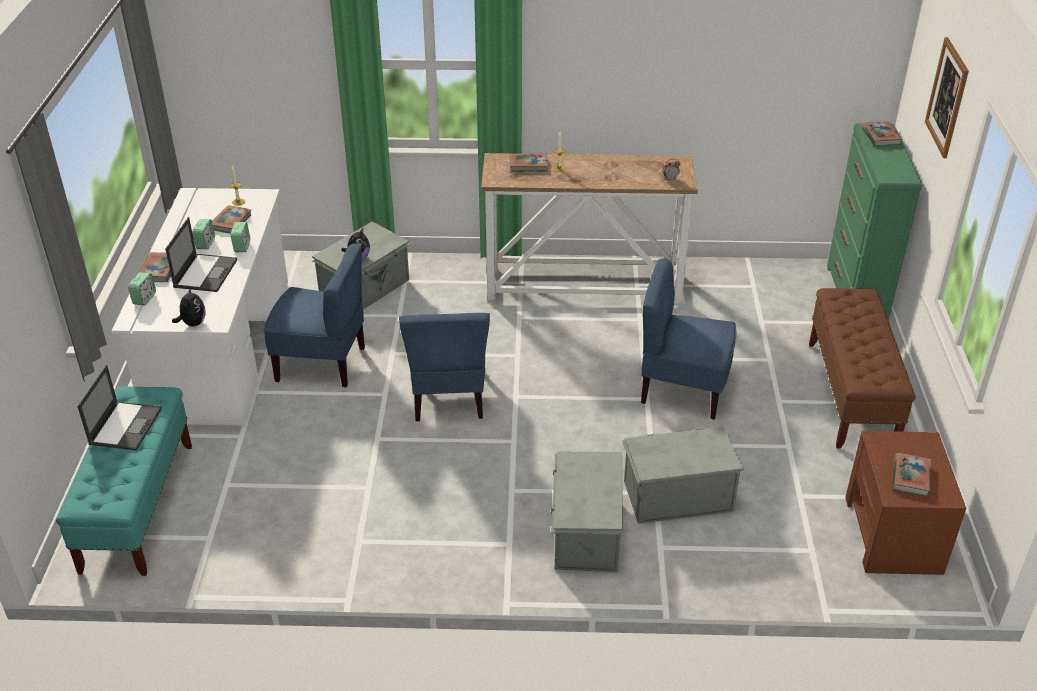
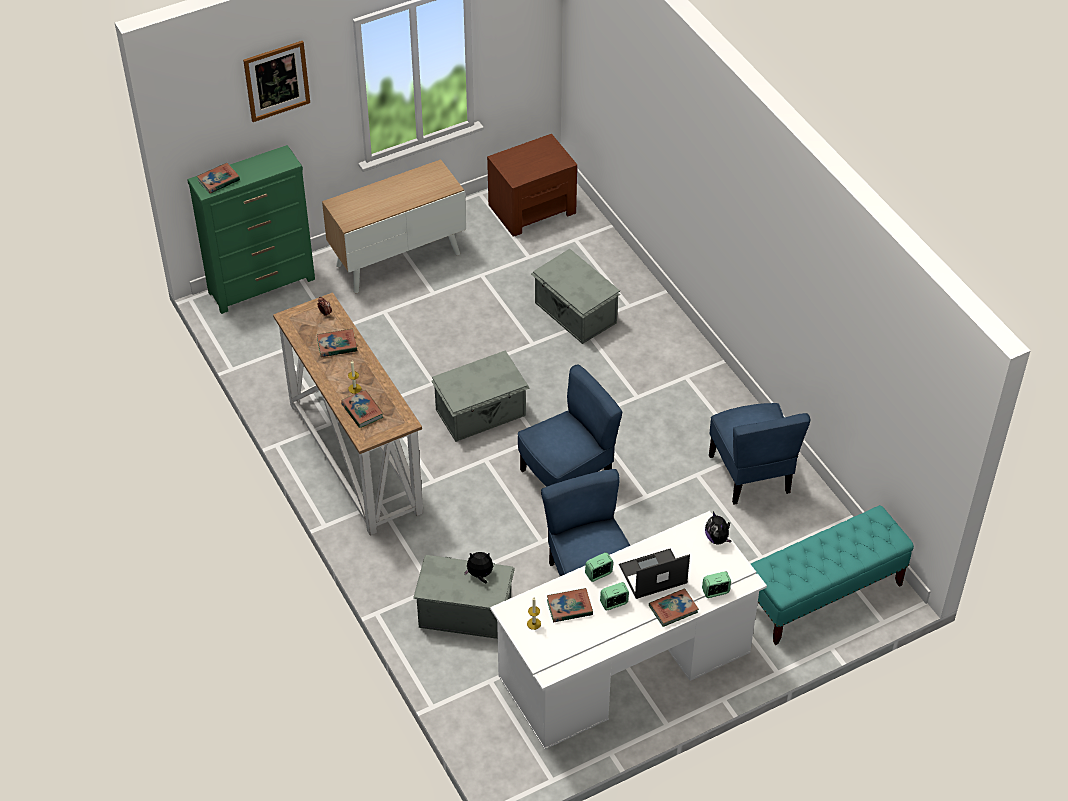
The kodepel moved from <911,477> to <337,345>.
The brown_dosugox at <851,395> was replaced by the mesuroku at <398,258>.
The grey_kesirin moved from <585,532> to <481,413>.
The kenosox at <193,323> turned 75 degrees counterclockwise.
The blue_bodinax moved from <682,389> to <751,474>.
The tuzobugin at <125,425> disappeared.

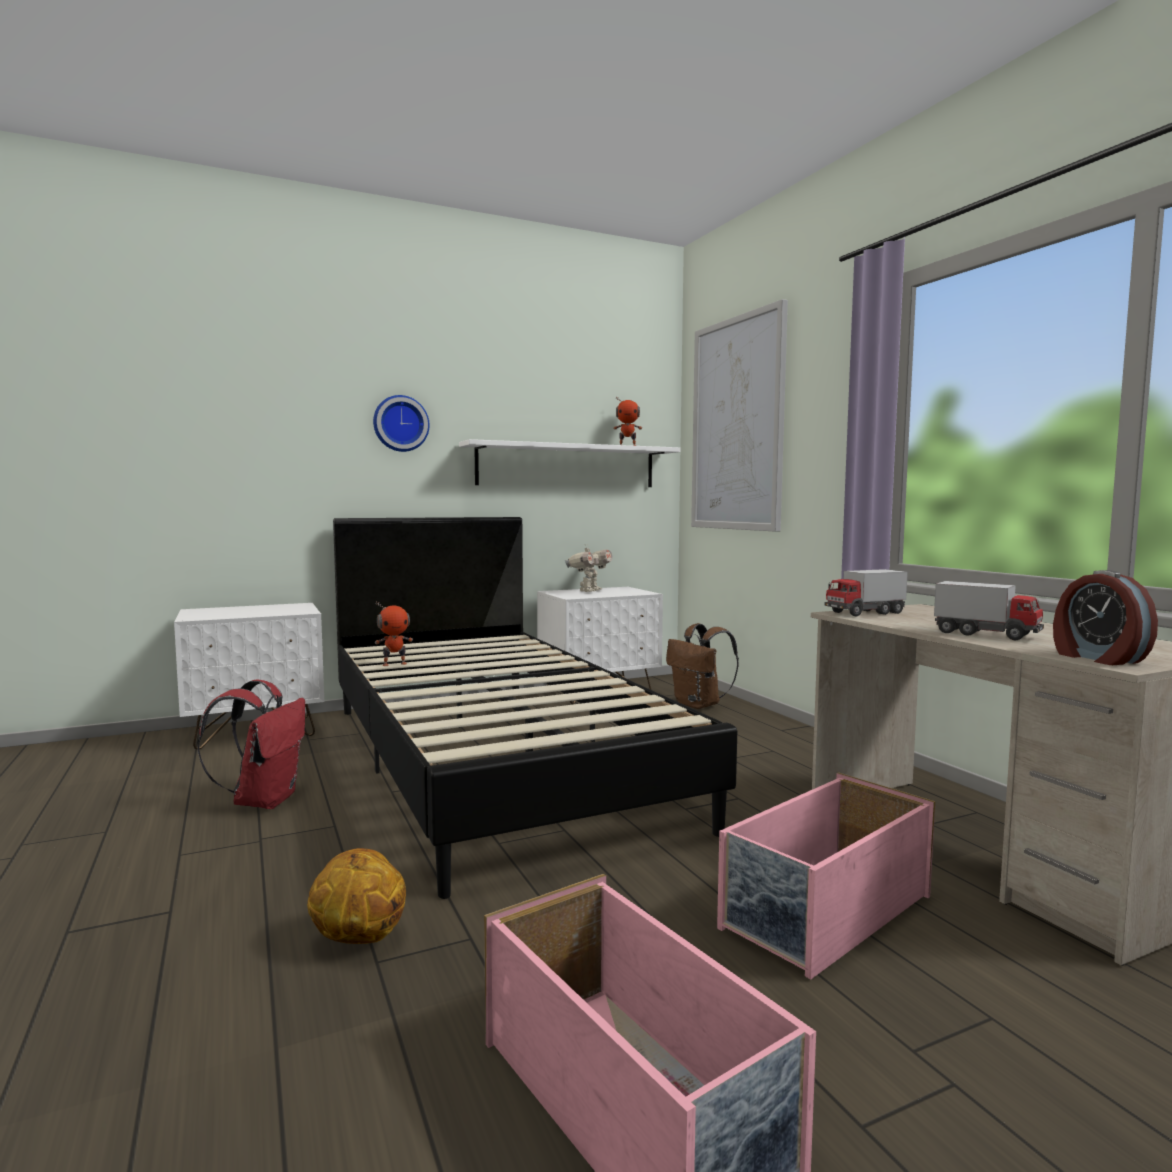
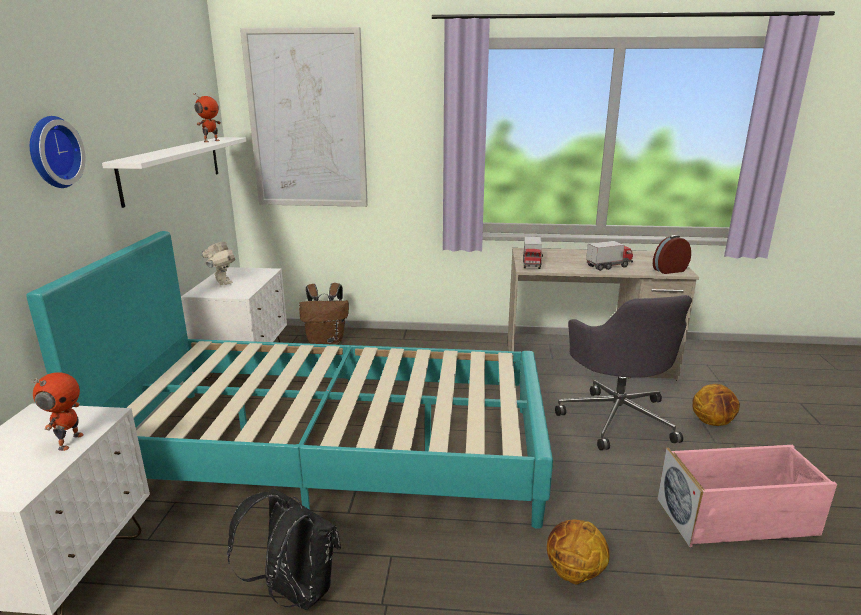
The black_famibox at <492,759> became the turquoise_famibox at <333,449>.
The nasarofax moved from <394,664> to <69,441>.
The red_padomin at <264,800> became the black_padomin at <294,592>.
The pink_kesirin at <825,913> was replaced by the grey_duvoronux at <617,417>.
The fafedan at <1097,658> turned 150 degrees clockwise.
The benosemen at <712,422> appeared.

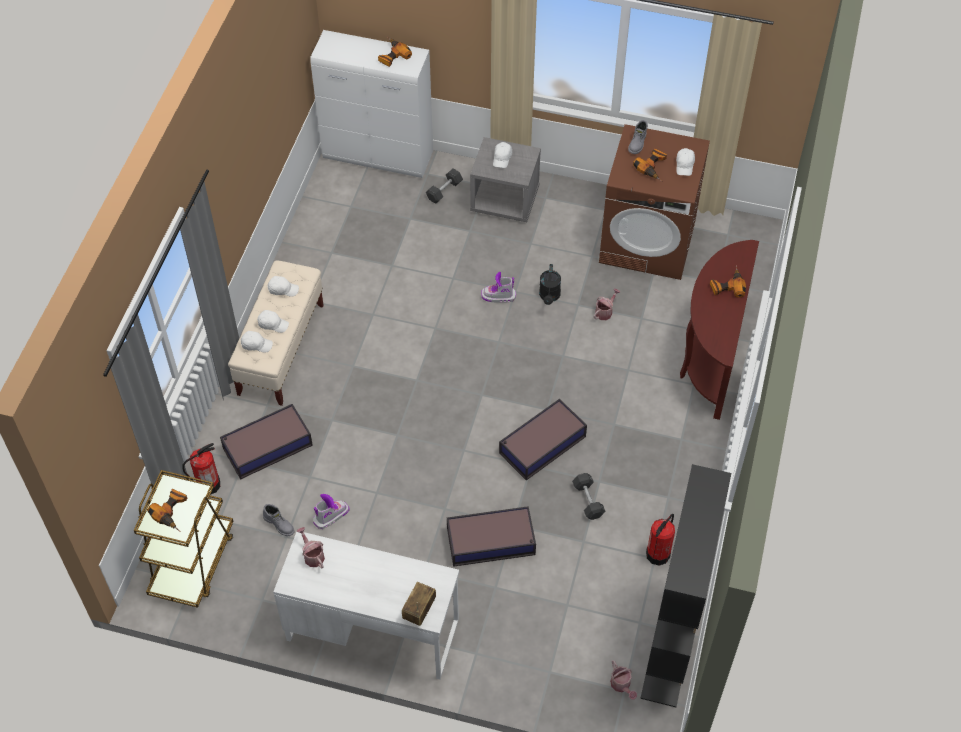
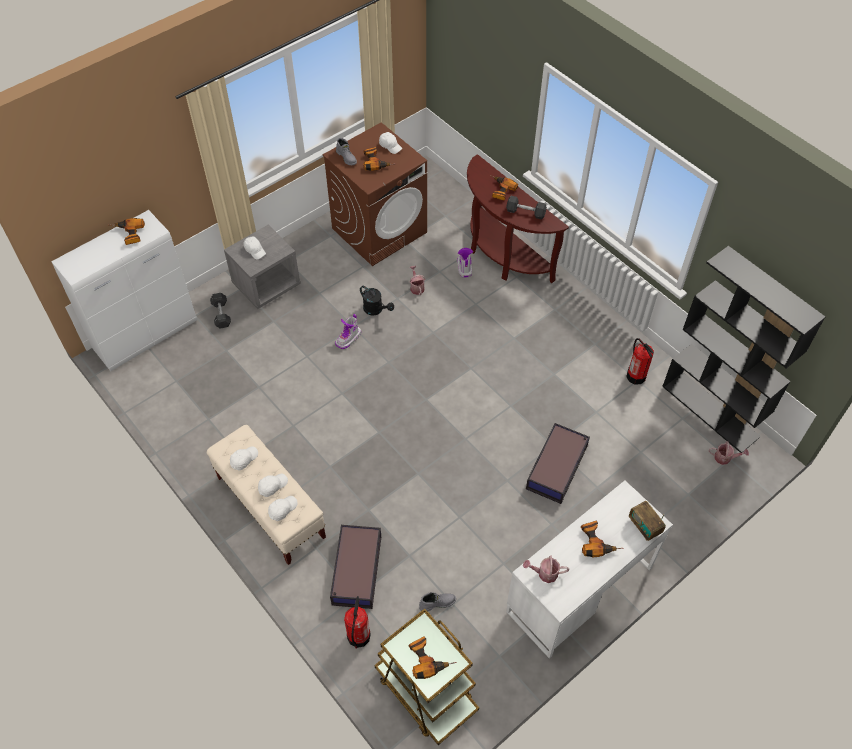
The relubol moved from <330,516> to <464,267>.
The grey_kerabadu moved from <588,500> to <525,212>.
The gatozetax at <597,541> appeared.
The kesirin at <541,445> disappeared.

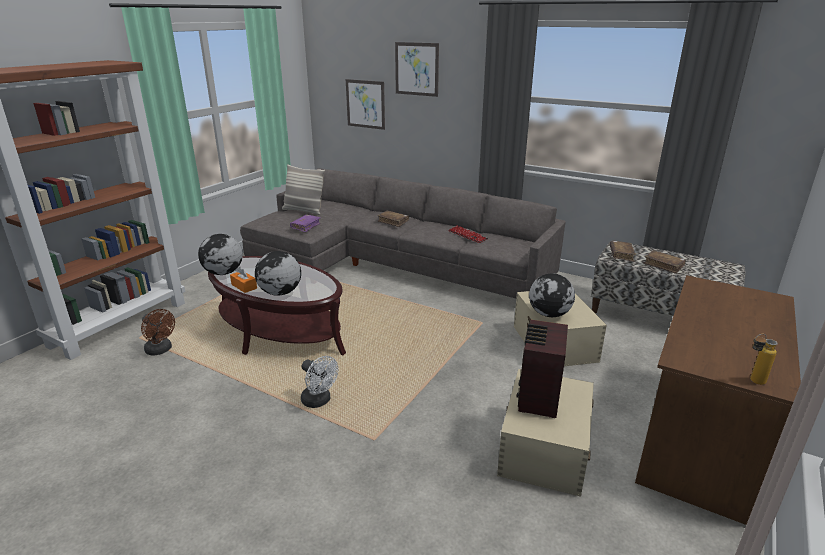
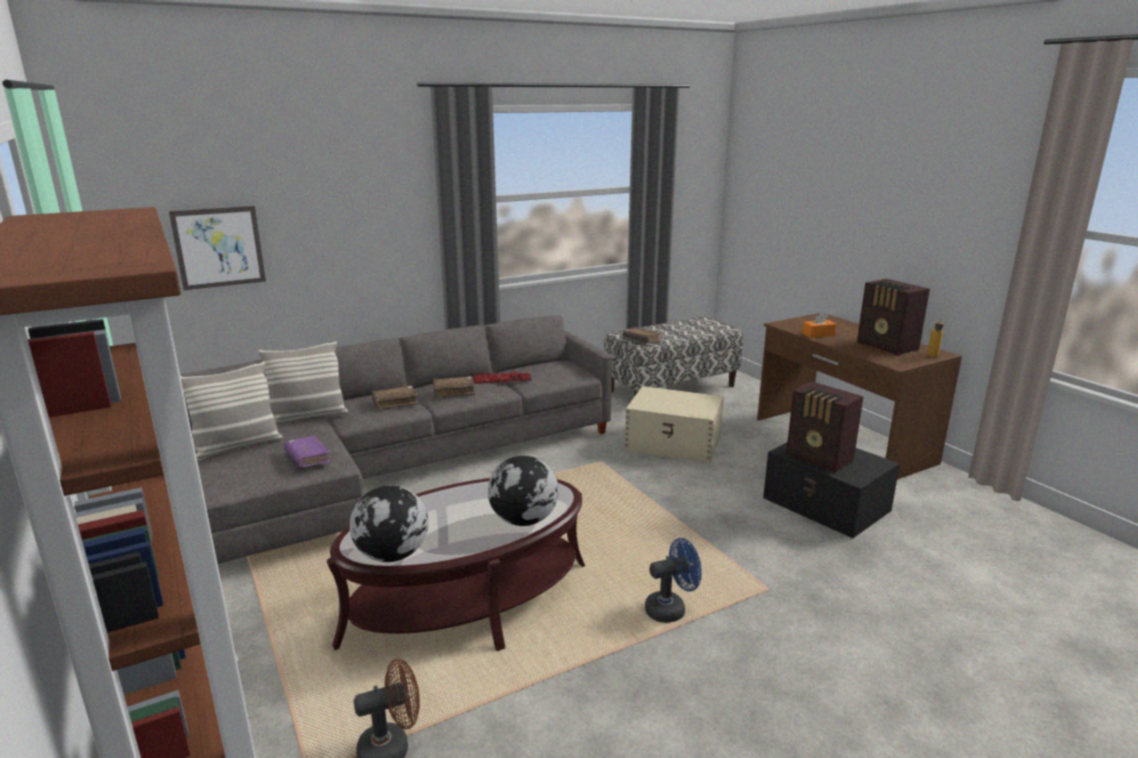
The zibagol at <308,417> appeared.
The brown_kodepel moved from <663,265> to <454,391>.
The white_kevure at <319,401> became the blue_kevure at <671,609>.
The beige_kesirin at <543,449> became the black_kesirin at <827,505>.
The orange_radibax moved from <244,286> to <818,334>.
The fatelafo at <887,347> appeared.
The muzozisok at <416,69> disappeared.
The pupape at <549,314> disappeared.

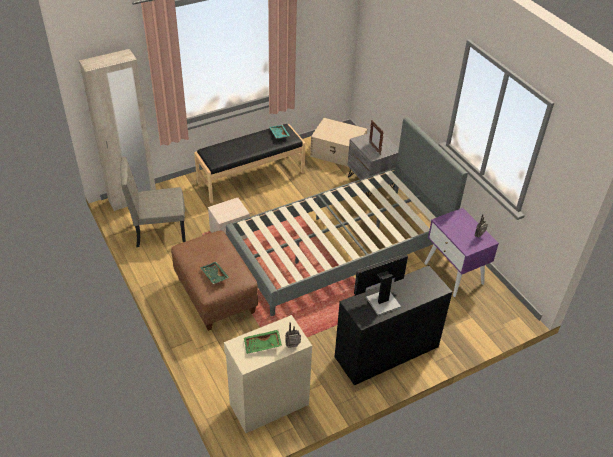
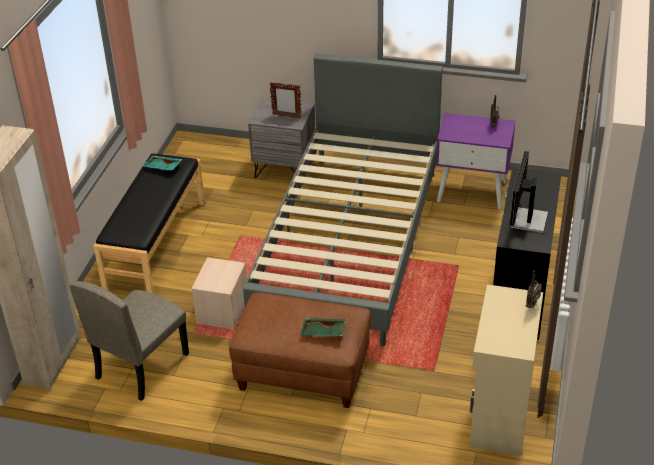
The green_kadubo at <262,345> disappeared.
The beige_kesirin at <338,152> disappeared.

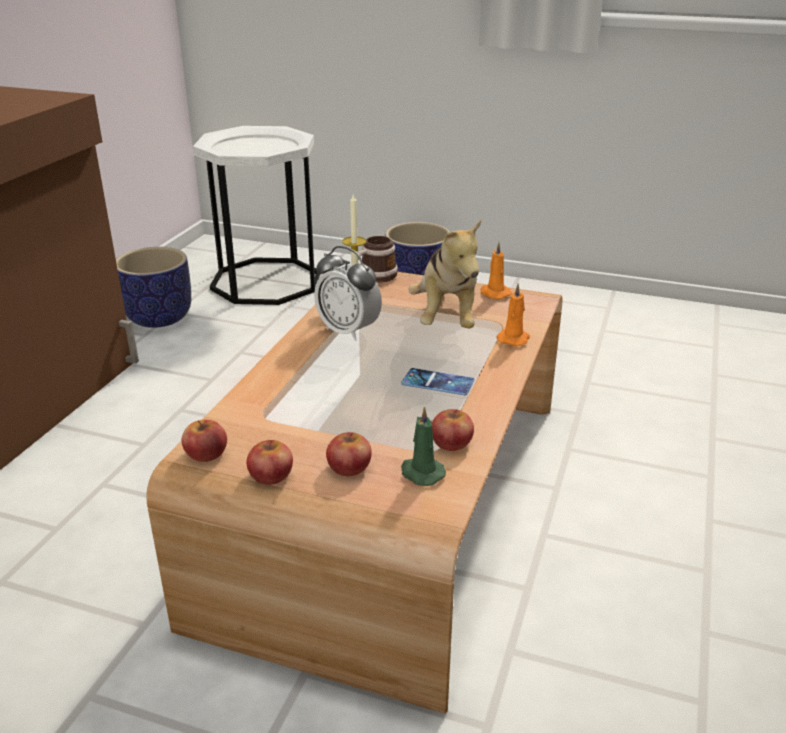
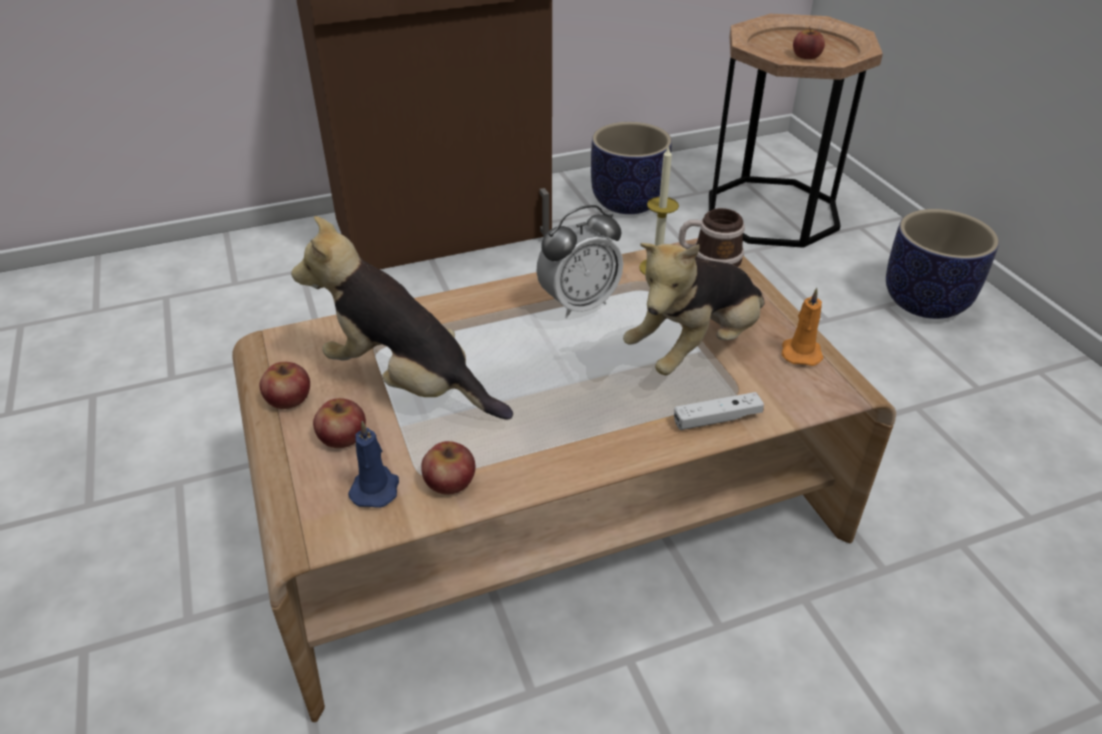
The kenosox at <408,383> appeared.
The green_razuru at <421,473> became the blue_razuru at <375,488>.
The fafedan at <348,331> turned 120 degrees counterclockwise.
The orange_razuru at <513,338> was replaced by the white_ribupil at <717,419>.
The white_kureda at <266,281> became the brown_kureda at <772,212>.
The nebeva moved from <206,453> to <806,55>.
The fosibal at <438,382> disappeared.

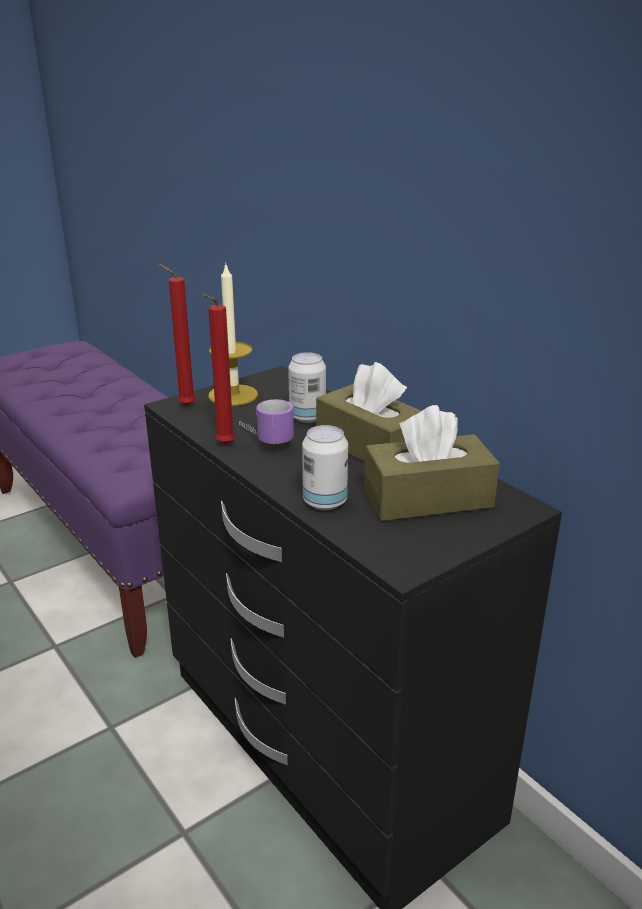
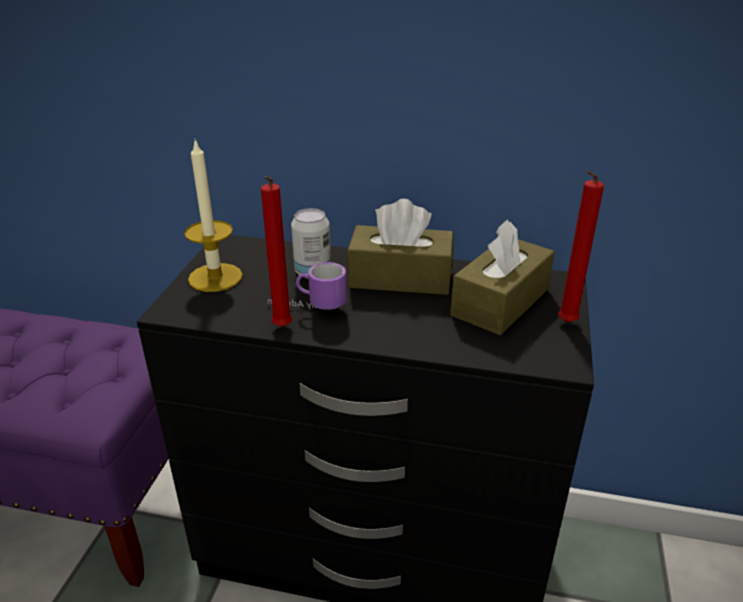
The red_razuru moved from <184,406> to <564,324>.
The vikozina at <325,502> disappeared.

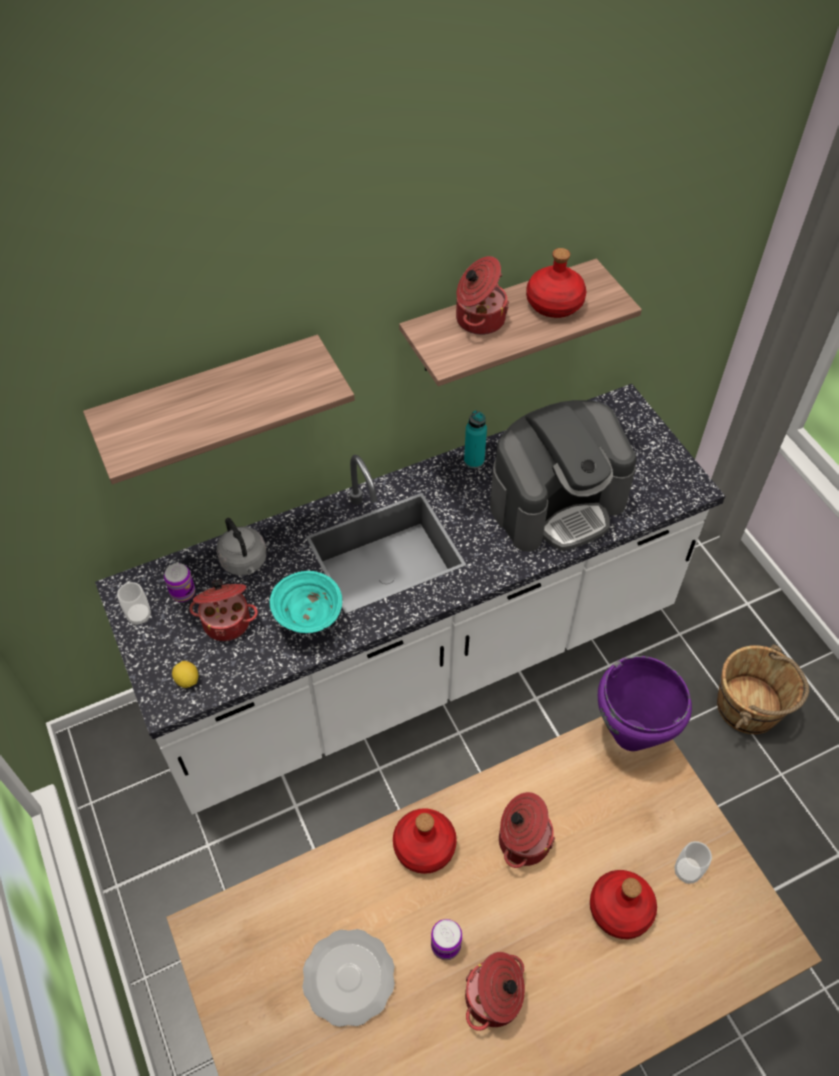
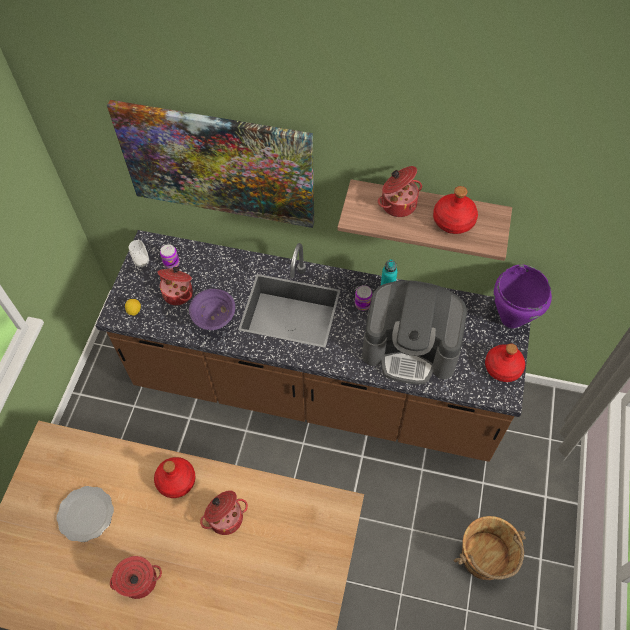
The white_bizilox at <419,662> became the brown_bizilox at <316,389>.
The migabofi at <210,399> was replaced by the muzozisok at <218,164>.
The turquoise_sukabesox at <310,624> became the purple_sukabesox at <216,323>.
The vikozina moved from <445,945> to <362,304>.
The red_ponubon moved from <620,909> to <502,368>.
The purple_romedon moved from <631,736> to <511,319>.
The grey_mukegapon at <245,562> disappeared.
The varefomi at <687,871> disappeared.

